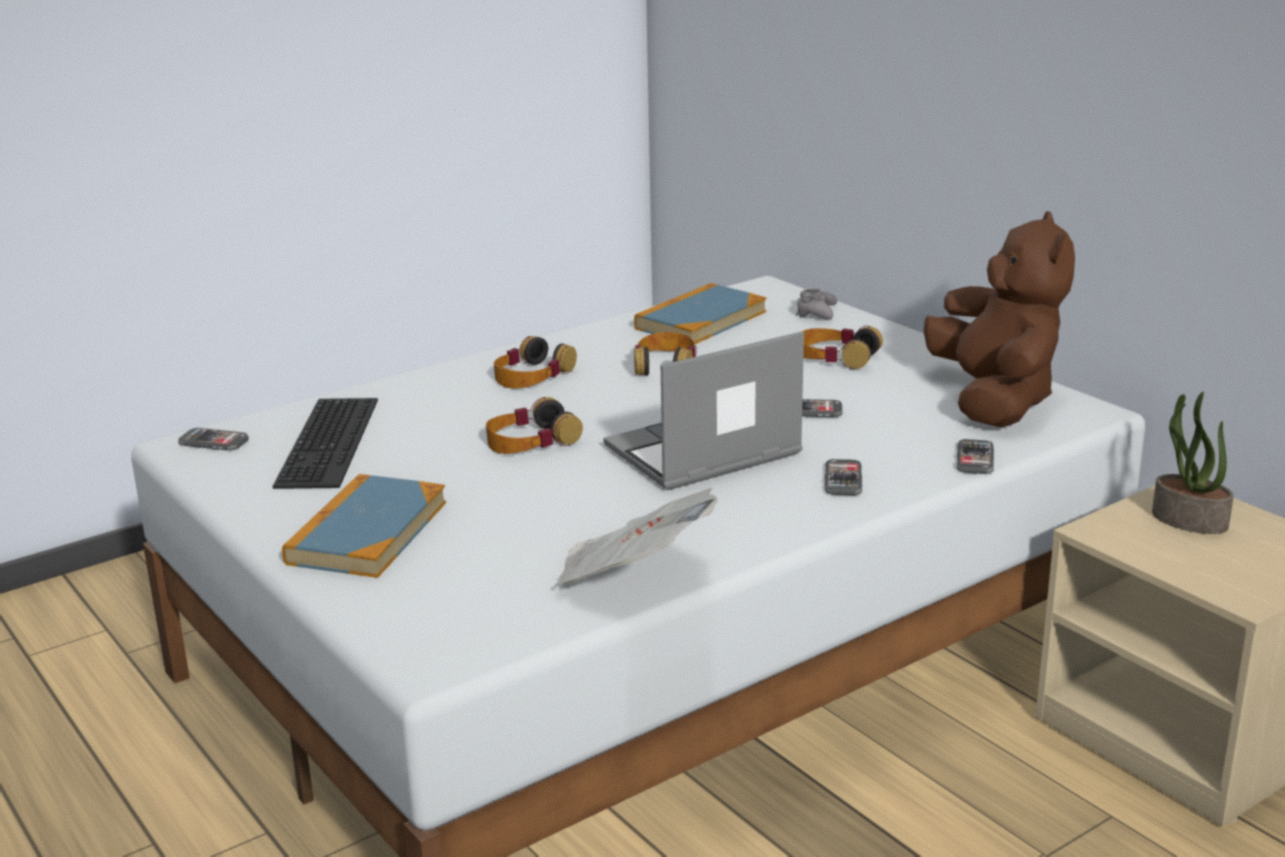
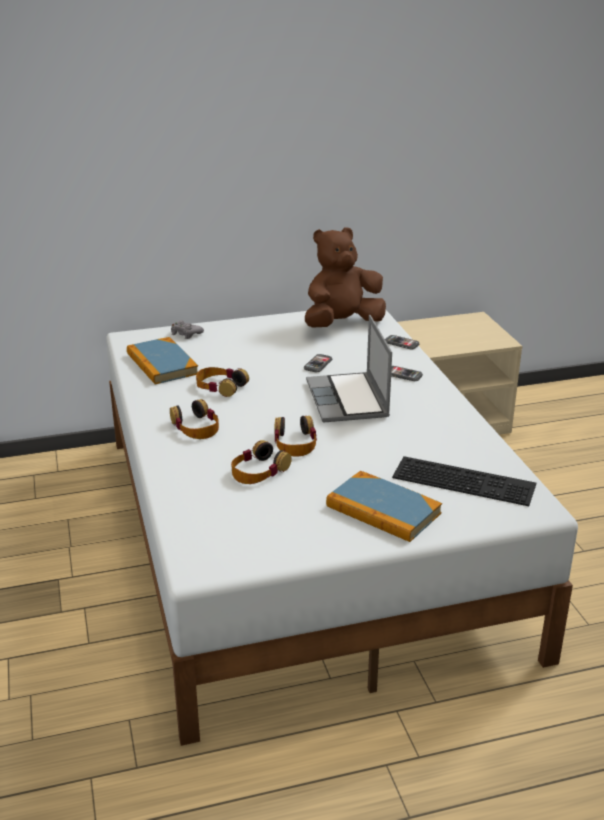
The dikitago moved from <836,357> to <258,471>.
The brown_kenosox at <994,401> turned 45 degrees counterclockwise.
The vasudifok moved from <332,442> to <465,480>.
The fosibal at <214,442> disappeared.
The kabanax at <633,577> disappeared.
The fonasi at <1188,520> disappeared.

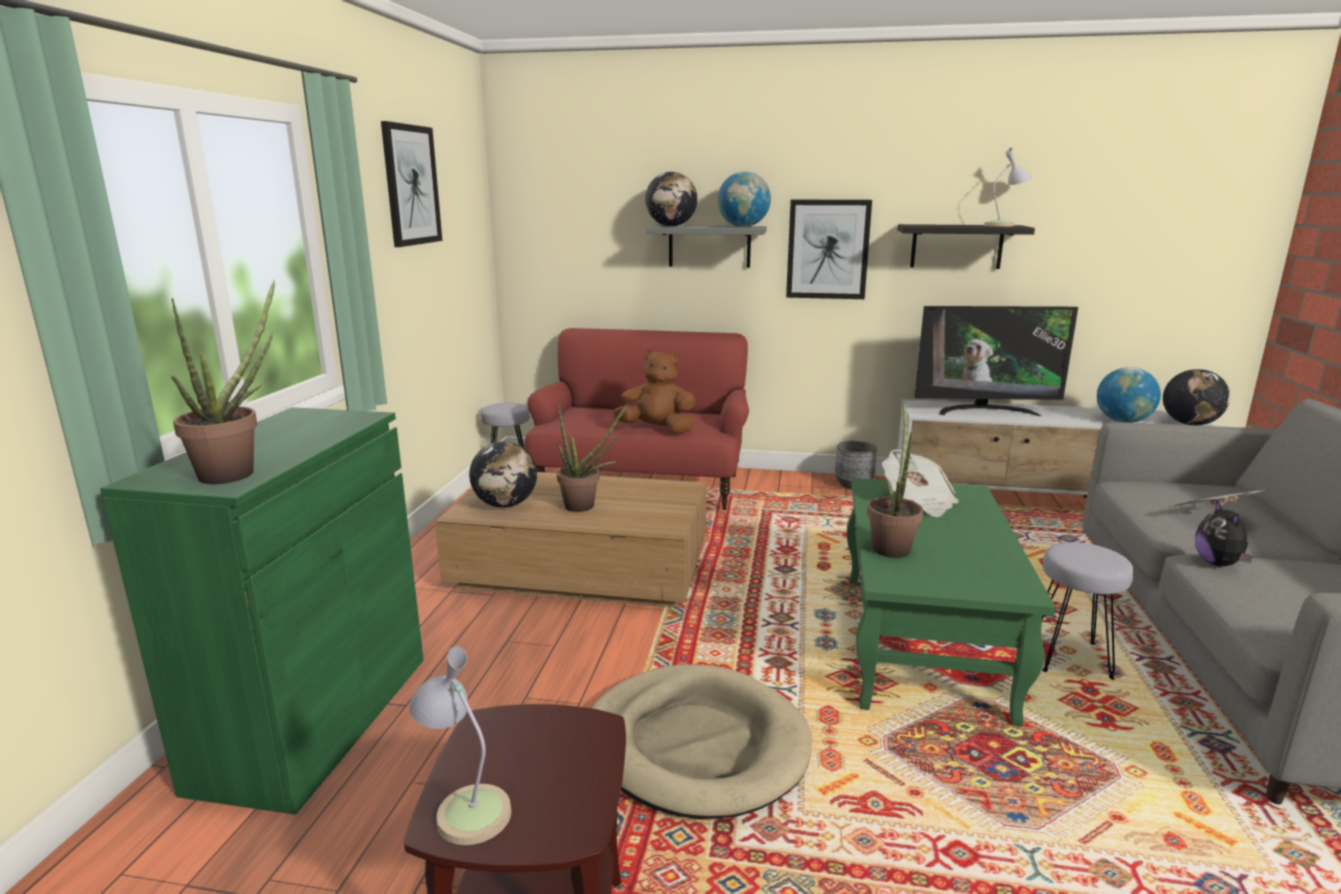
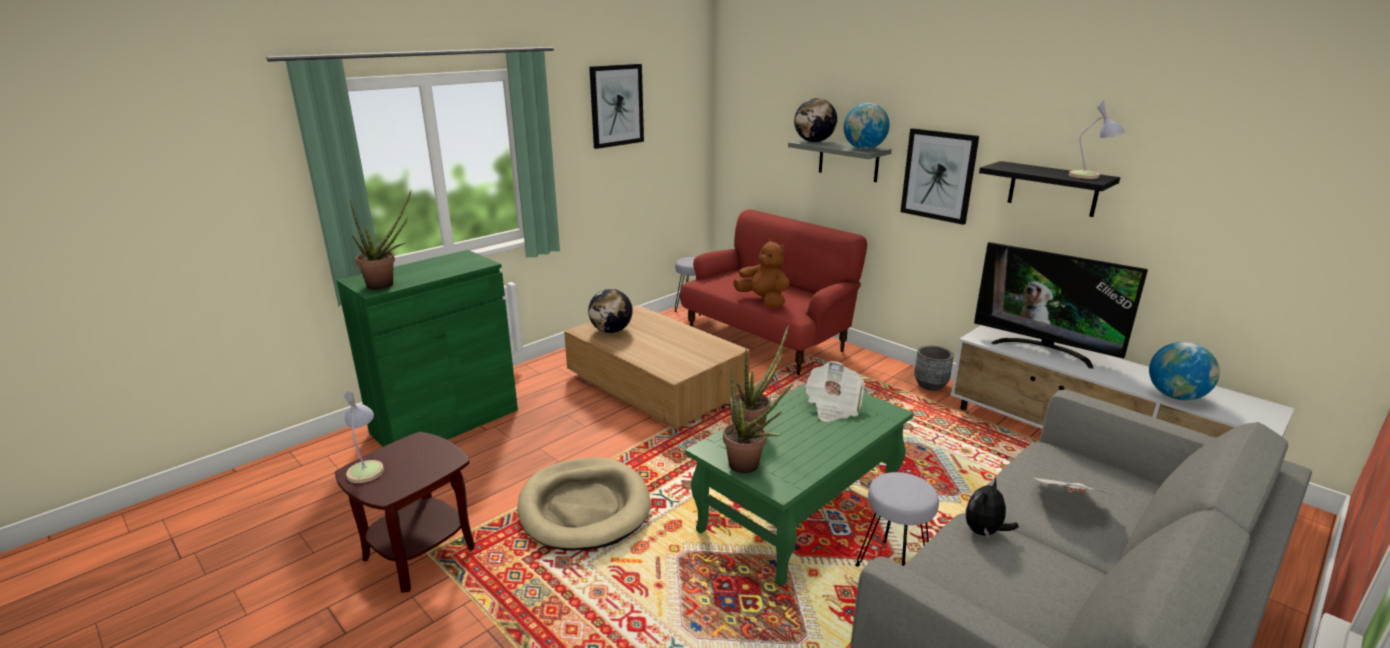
The fonasi moved from <586,506> to <749,467>.
The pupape at <1190,424> disappeared.

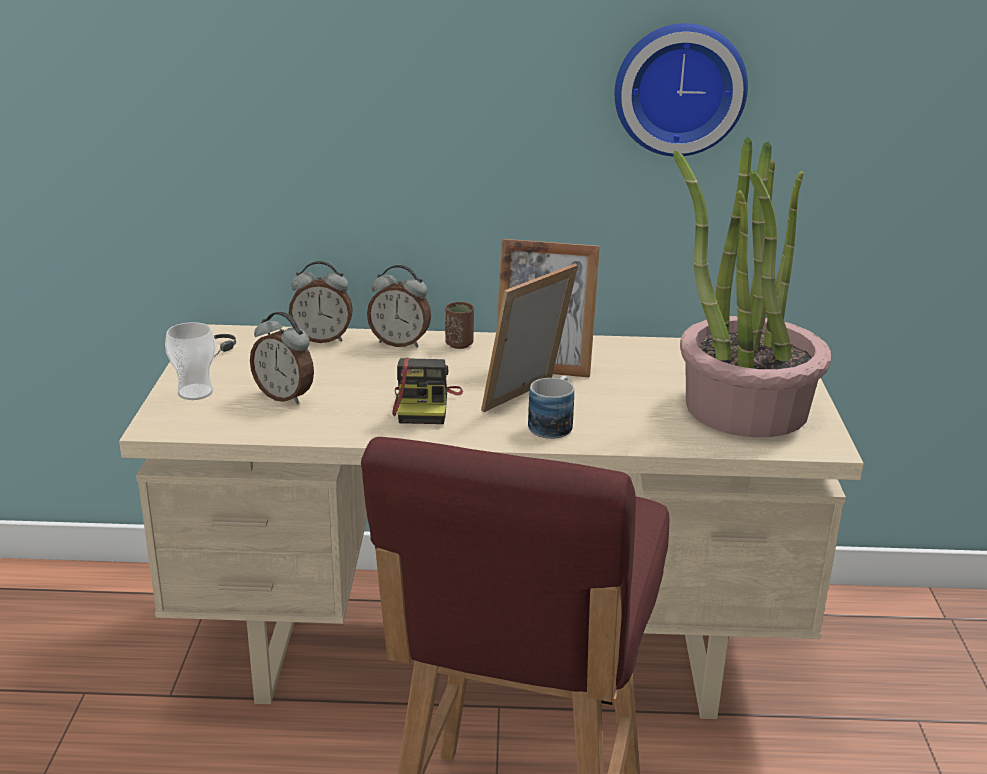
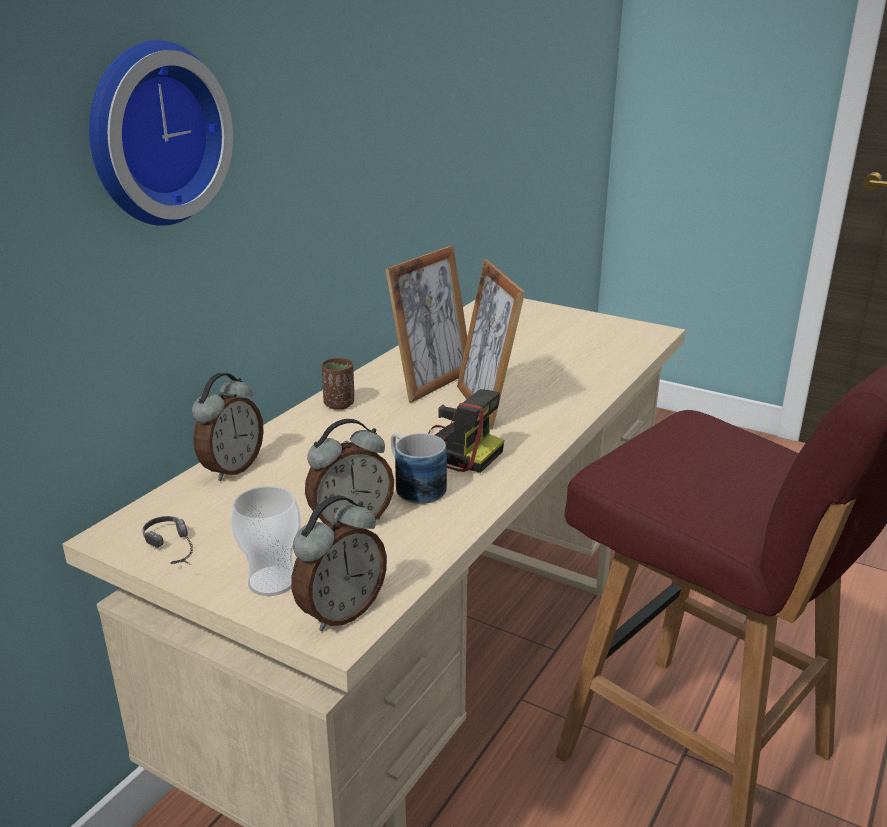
The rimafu moved from <679,88> to <152,134>.
The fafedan moved from <400,343> to <340,612>.
The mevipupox moved from <553,424> to <414,486>.
The fonasi at <744,408> disappeared.

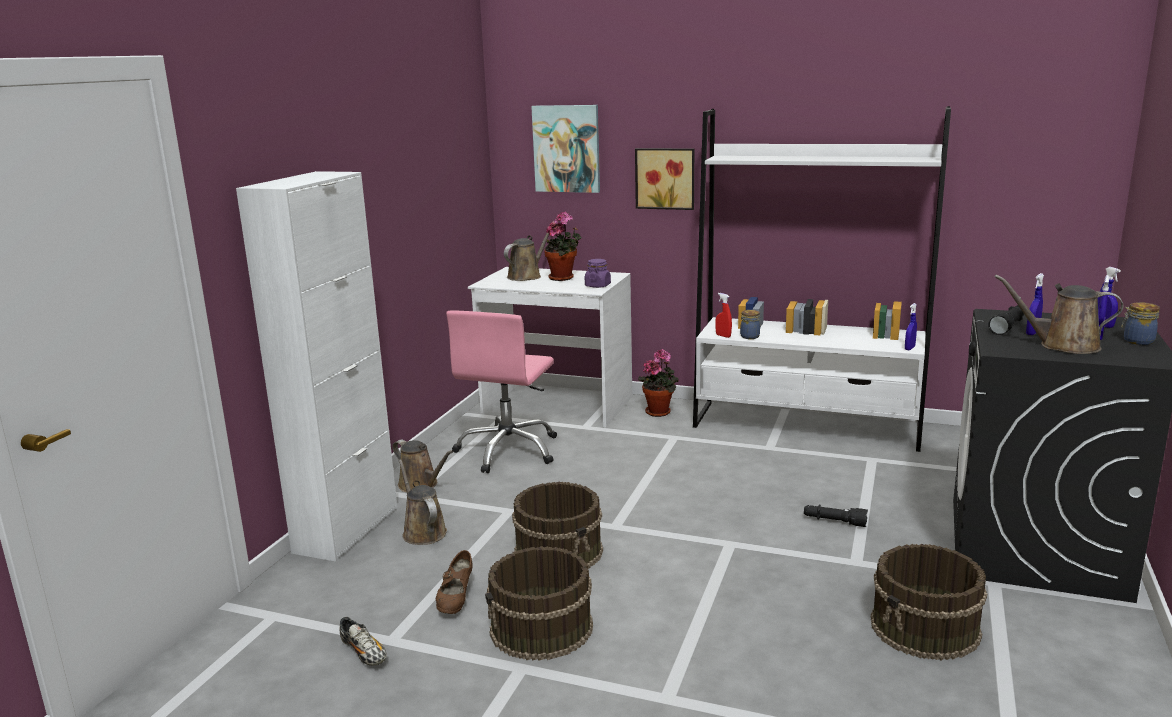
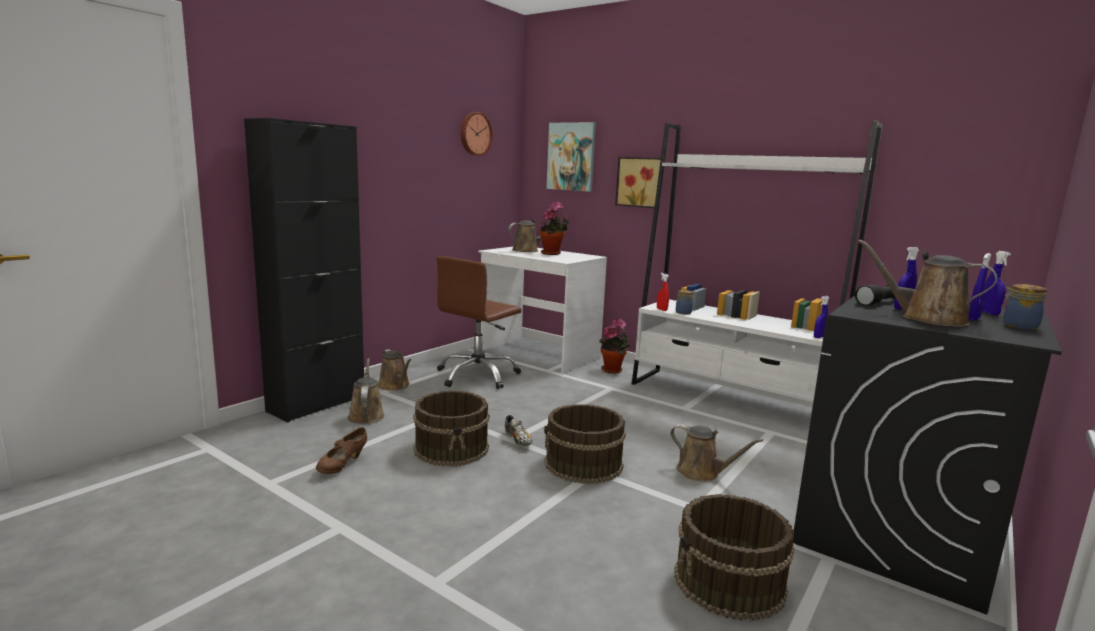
The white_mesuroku at <346,529> became the black_mesuroku at <317,404>.
The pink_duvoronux at <508,450> became the brown_duvoronux at <477,376>.
The rimafu at <474,134> appeared.
The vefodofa moved from <364,653> to <518,440>.
The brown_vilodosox moved from <541,629> to <583,464>.
The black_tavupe at <834,522> was replaced by the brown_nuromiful at <702,472>.
The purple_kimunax at <597,286> disappeared.

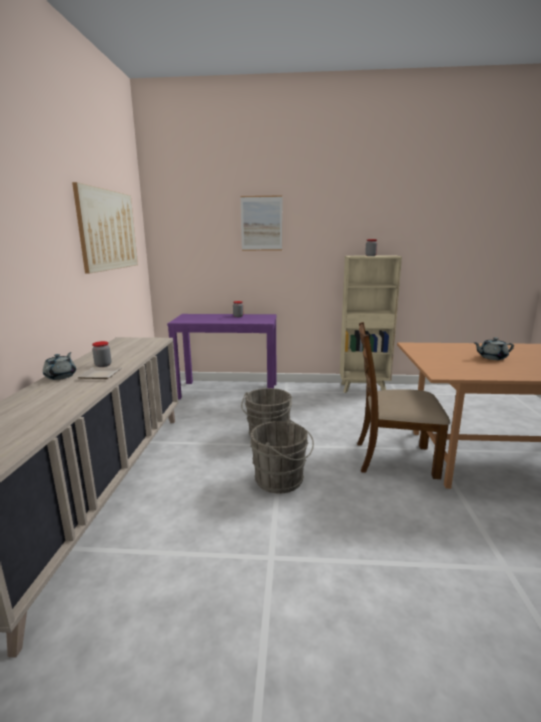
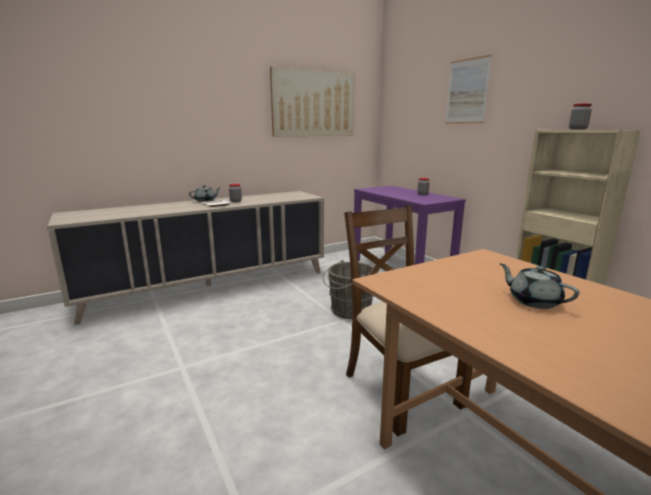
The grey_vilodosox at <282,480> disappeared.

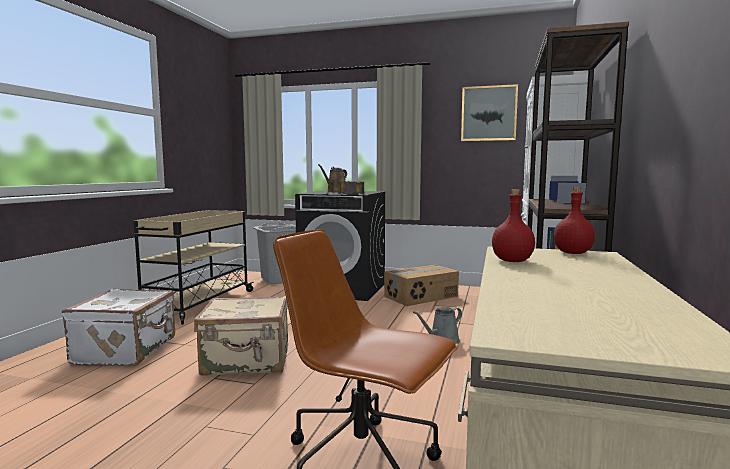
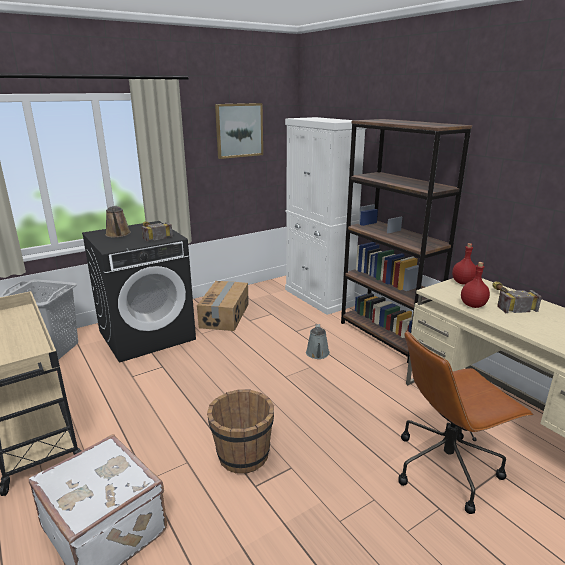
The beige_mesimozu at <247,361> was replaced by the brown_vilodosox at <242,455>.
The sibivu at <506,300> appeared.

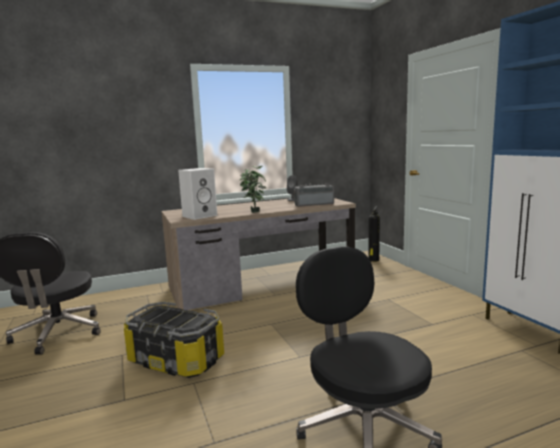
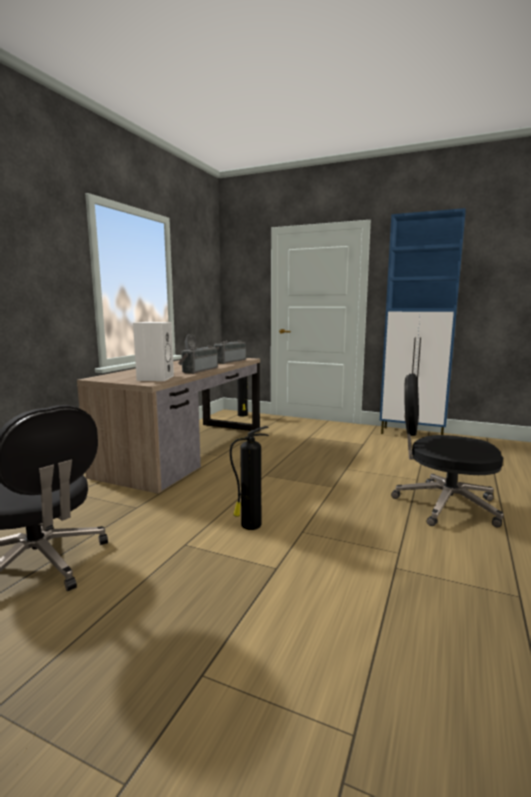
The fonasi at <253,212> was replaced by the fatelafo at <198,370>.
The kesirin at <176,360> was replaced by the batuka at <249,525>.

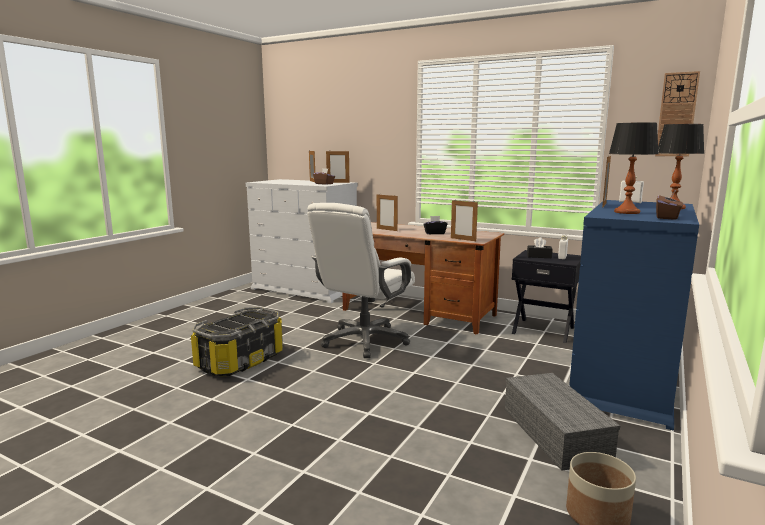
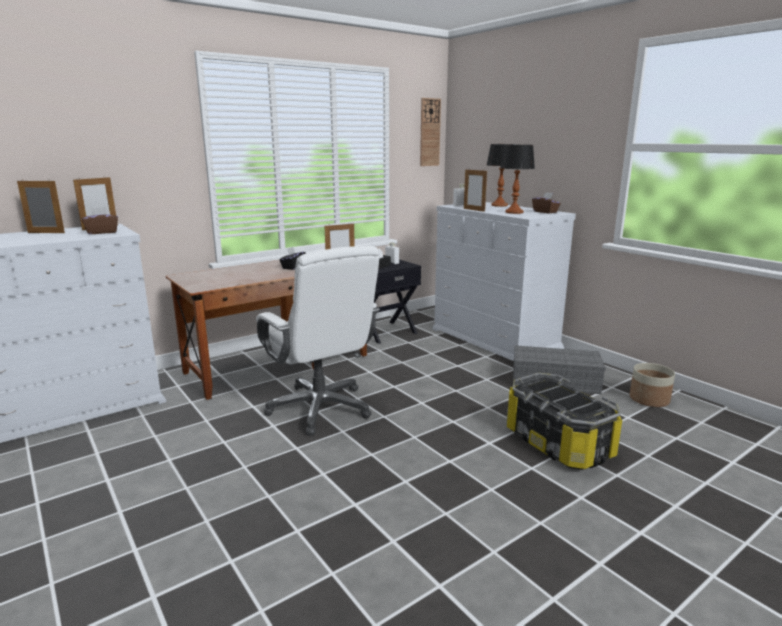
The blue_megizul at <624,382> became the white_megizul at <495,339>.
The kesirin moved from <240,361> to <557,443>.
The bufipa at <387,229> disappeared.

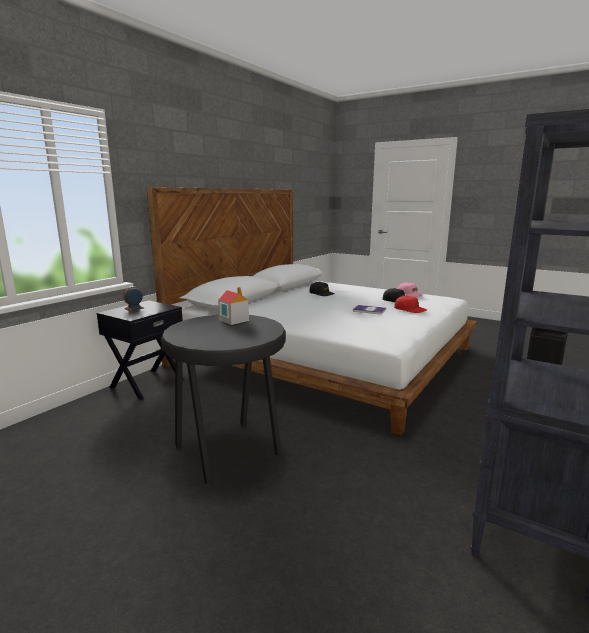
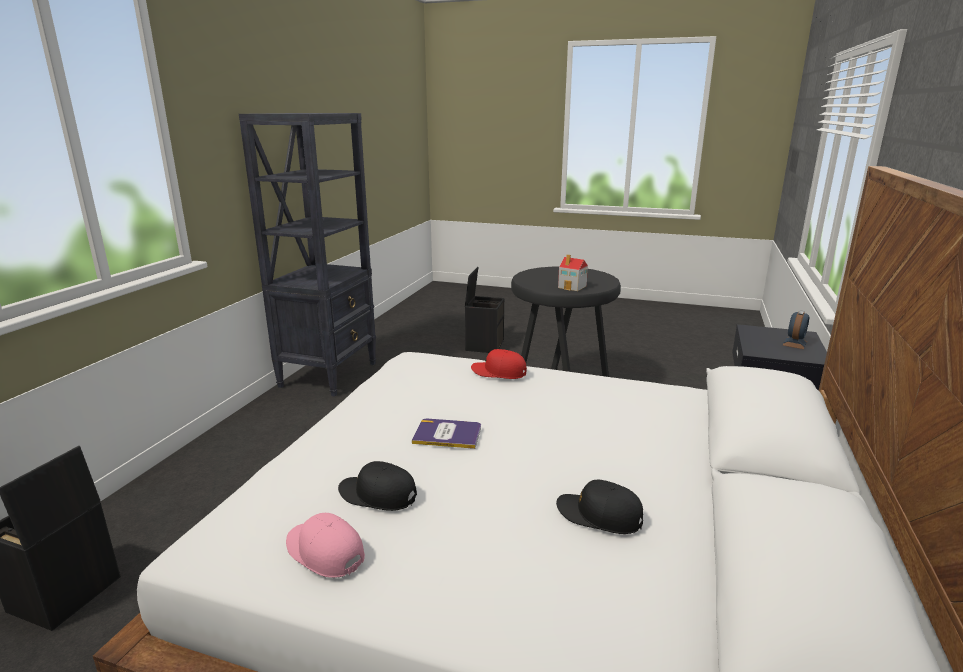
The black_kesirin at <484,345> appeared.
The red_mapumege moved from <410,309> to <499,372>.

